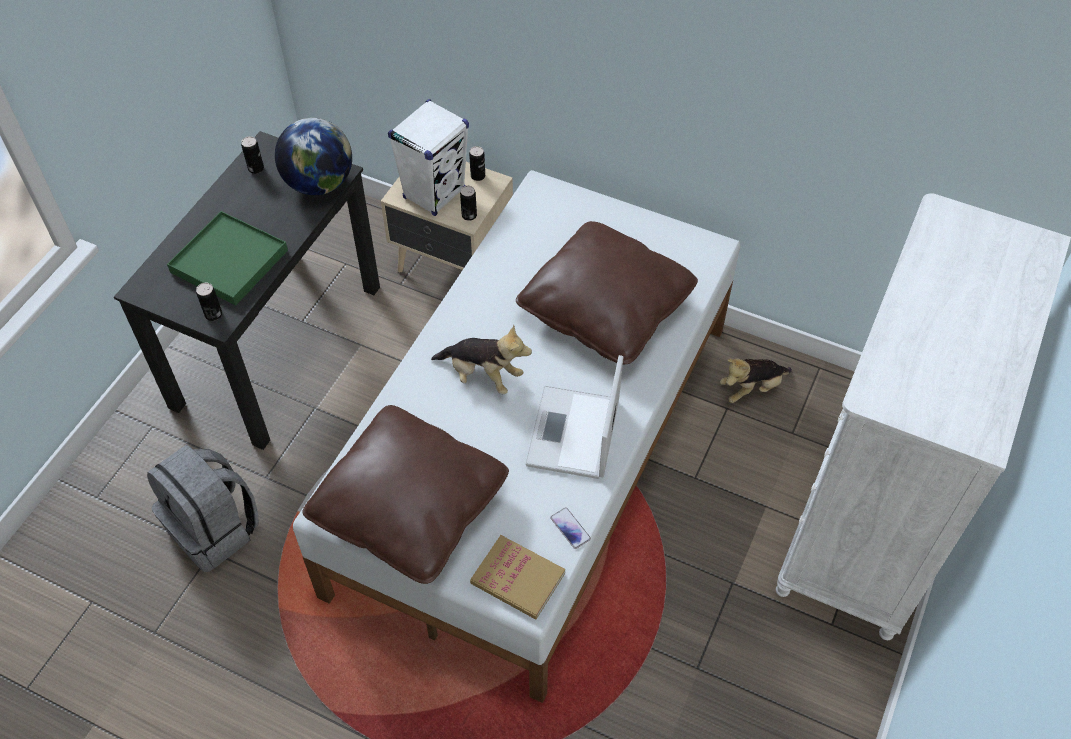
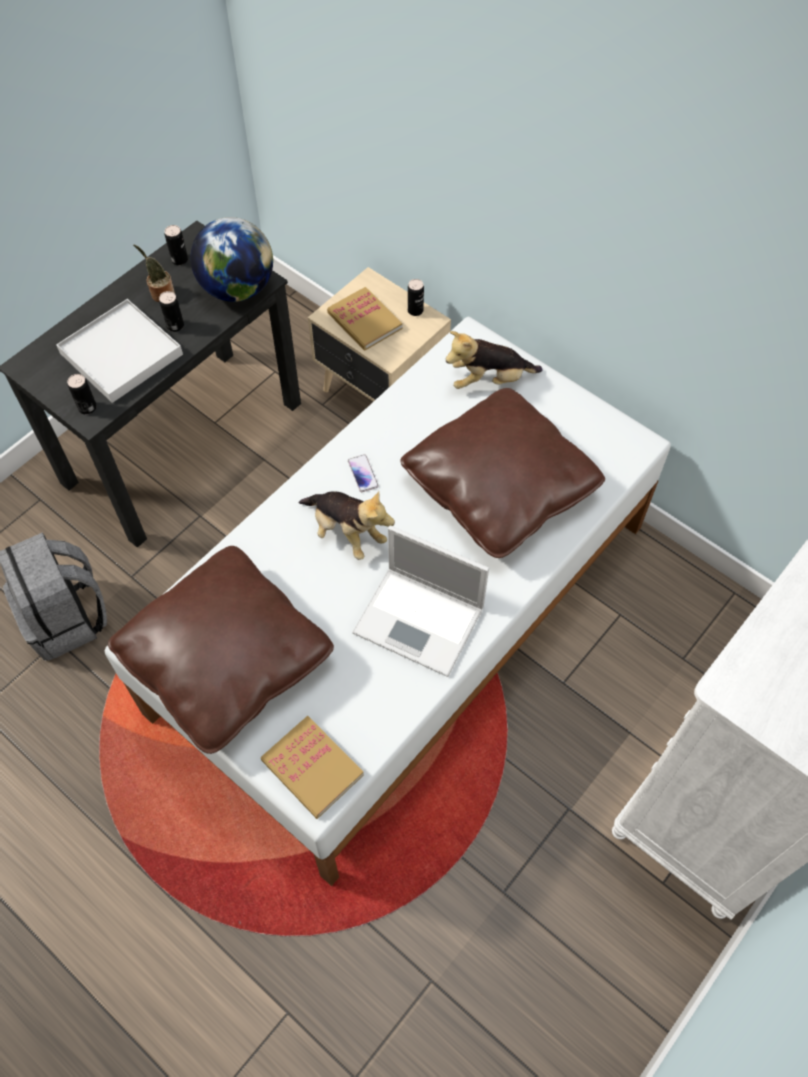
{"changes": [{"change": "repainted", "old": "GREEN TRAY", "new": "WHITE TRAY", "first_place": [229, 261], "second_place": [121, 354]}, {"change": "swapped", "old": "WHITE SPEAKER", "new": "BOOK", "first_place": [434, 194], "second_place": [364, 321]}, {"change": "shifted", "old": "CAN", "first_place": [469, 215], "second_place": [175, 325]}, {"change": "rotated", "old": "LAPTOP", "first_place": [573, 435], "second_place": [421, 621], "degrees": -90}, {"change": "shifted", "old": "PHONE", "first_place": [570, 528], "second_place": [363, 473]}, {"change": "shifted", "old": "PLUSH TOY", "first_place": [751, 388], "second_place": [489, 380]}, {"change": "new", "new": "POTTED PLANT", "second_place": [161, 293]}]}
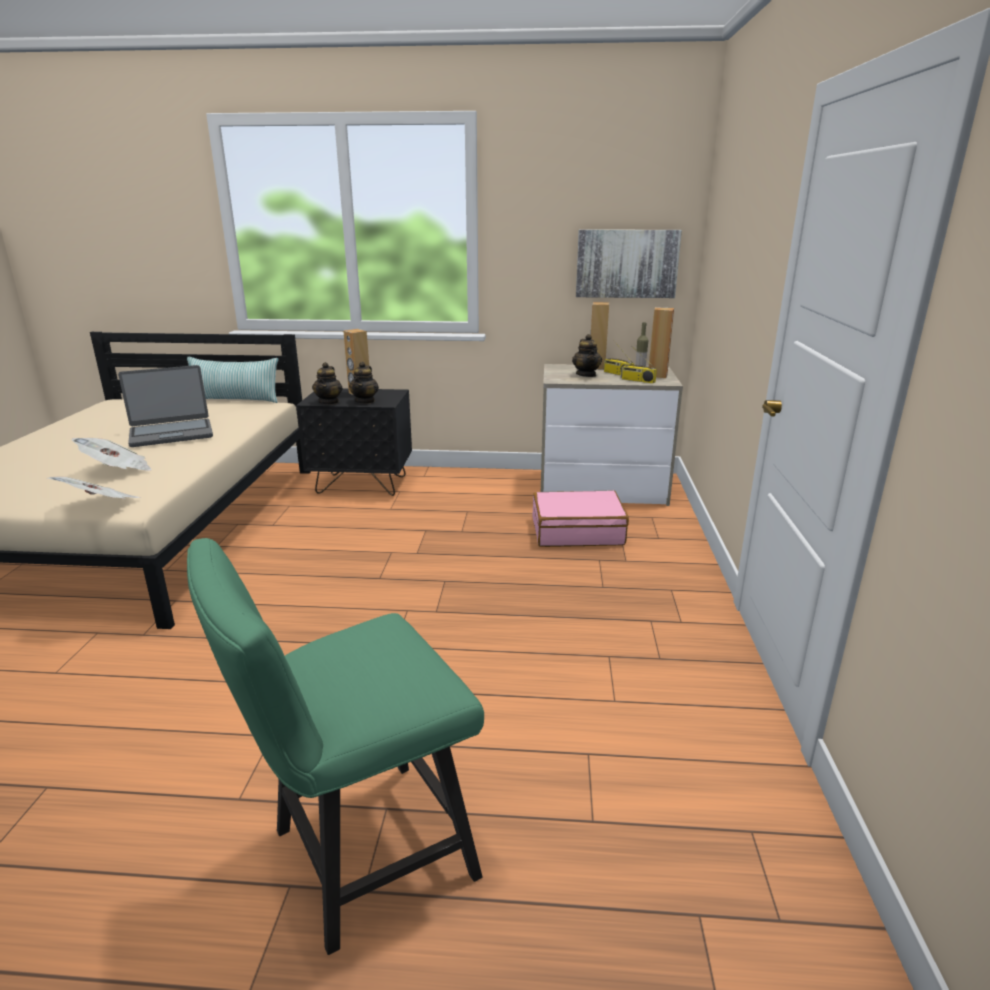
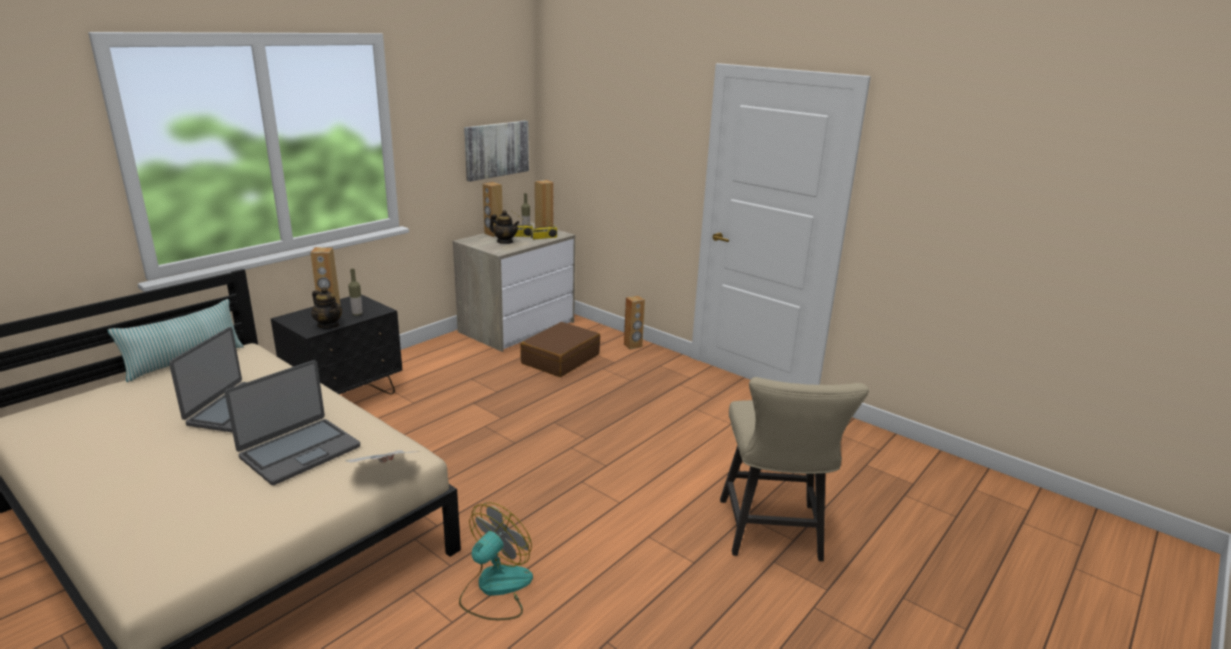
{"changes": [{"change": "swapped", "old": "NEWSPAPER", "new": "LAPTOP", "first_place": [118, 470], "second_place": [299, 451]}, {"change": "repainted", "old": "GREEN CHAIR", "new": "BEIGE CHAIR", "first_place": [359, 858], "second_place": [772, 535]}, {"change": "swapped", "old": "TEAPOT", "new": "BOTTLE", "first_place": [365, 401], "second_place": [357, 314]}, {"change": "repainted", "old": "PINK SUITCASE", "new": "BROWN SUITCASE", "first_place": [577, 531], "second_place": [560, 359]}, {"change": "new", "new": "FAN", "second_place": [495, 588]}, {"change": "new", "new": "BROWN SPEAKER", "second_place": [633, 346]}]}
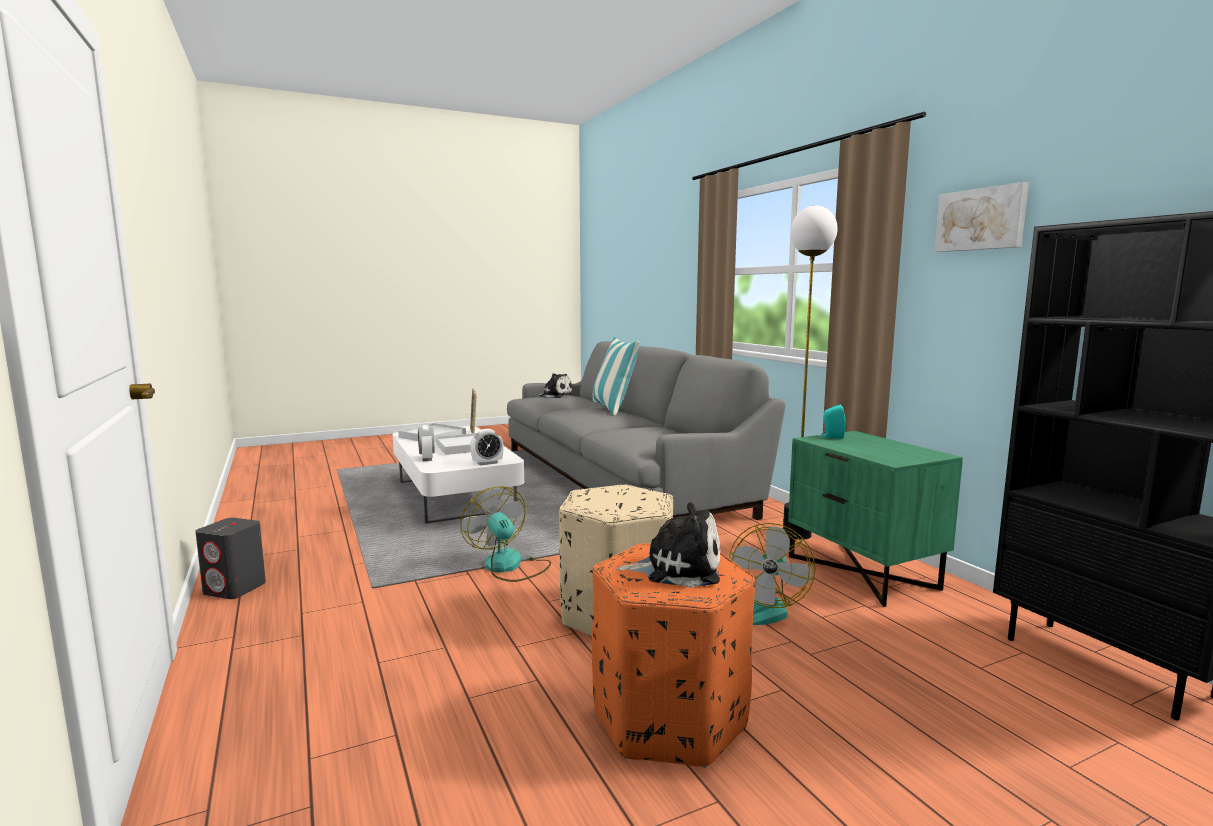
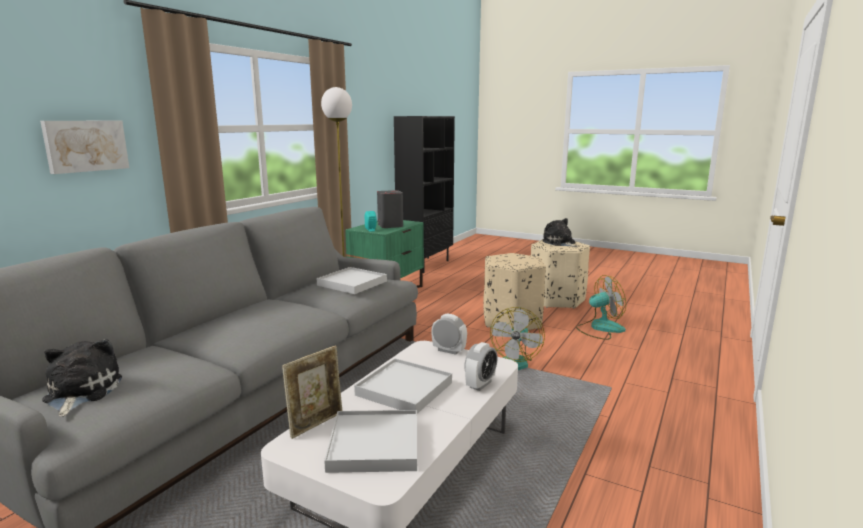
{"changes": [{"change": "shifted", "old": "GREY SPEAKER", "first_place": [235, 588], "second_place": [390, 225]}, {"change": "gone", "old": "PILLOW", "first_place": [613, 408]}, {"change": "repainted", "old": "ORANGE OTTOMAN", "new": "BEIGE OTTOMAN", "first_place": [669, 718], "second_place": [556, 300]}, {"change": "shifted", "old": "FAN", "first_place": [762, 608], "second_place": [600, 328]}, {"change": "shifted", "old": "PICTURE", "first_place": [981, 219], "second_place": [85, 145]}, {"change": "new", "new": "WHITE TRAY", "second_place": [352, 283]}]}
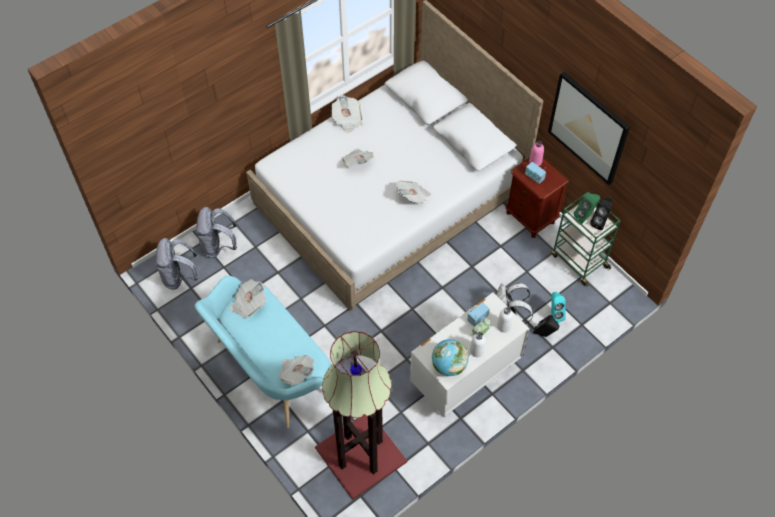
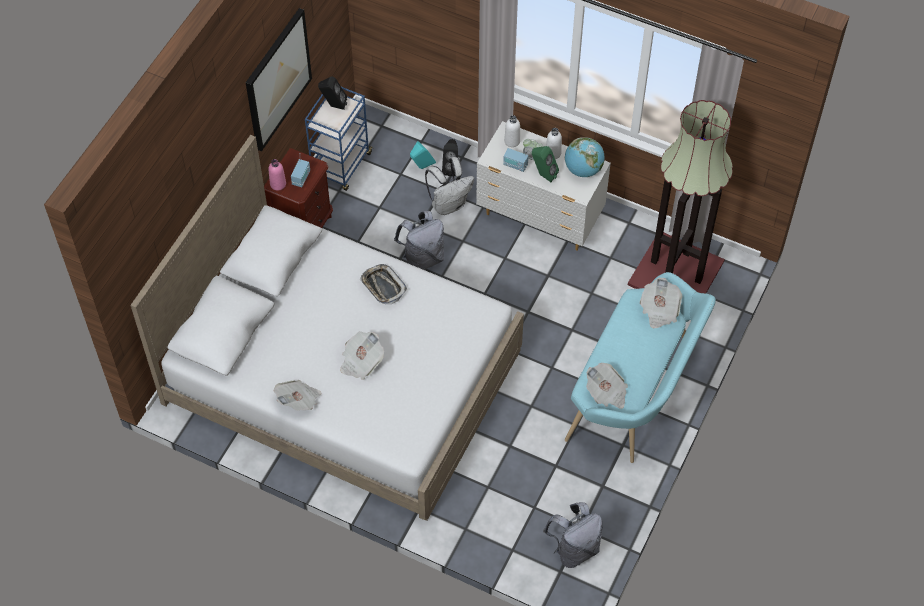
{"changes": [{"change": "shifted", "old": "GREY BACKPACK", "first_place": [218, 246], "second_place": [422, 258]}, {"change": "swapped", "old": "NEWSPAPER", "new": "TRAY", "first_place": [413, 197], "second_place": [383, 286]}, {"change": "repainted", "old": "GREEN CART", "new": "BLUE CART", "first_place": [578, 260], "second_place": [341, 166]}, {"change": "shifted", "old": "GREEN SPEAKER", "first_place": [585, 216], "second_place": [543, 175]}]}
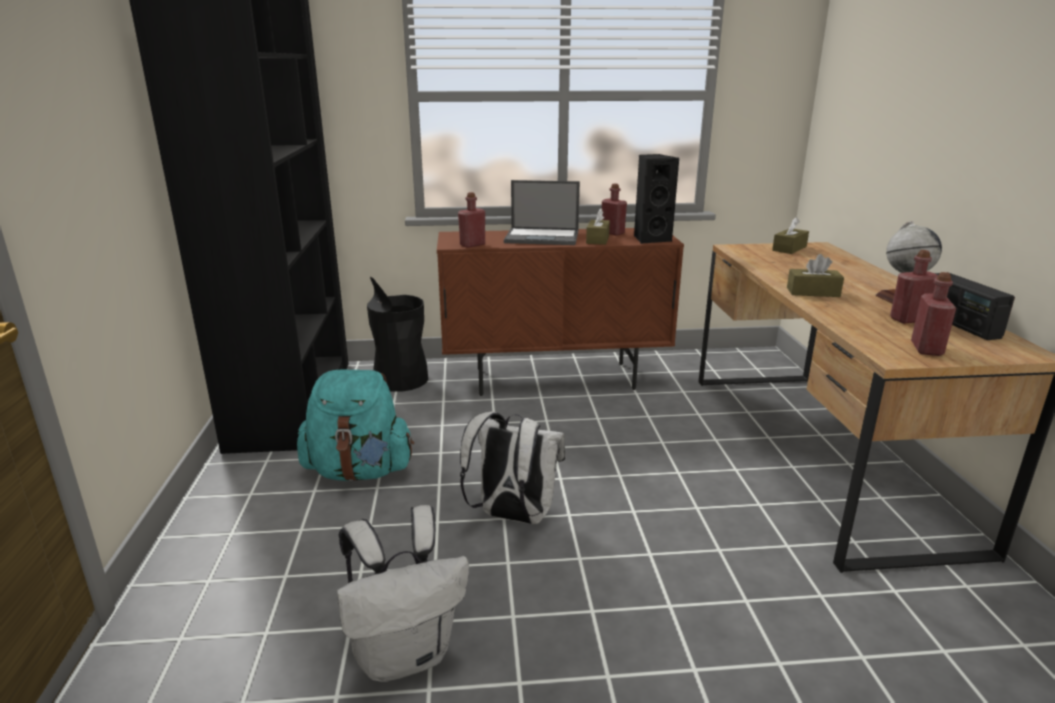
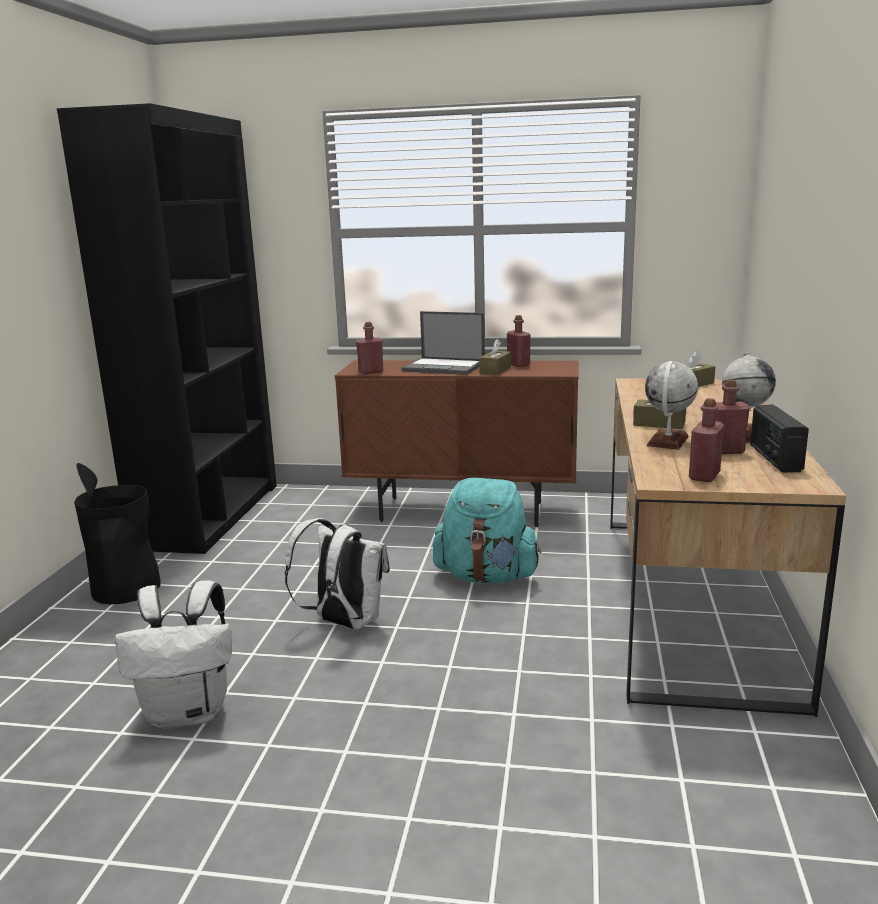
{"changes": [{"change": "shifted", "old": "TURQUOISE BACKPACK", "first_place": [359, 471], "second_place": [487, 576]}, {"change": "shifted", "old": "BLACK TRASH CAN", "first_place": [401, 380], "second_place": [126, 588]}, {"change": "gone", "old": "BLACK SPEAKER", "first_place": [650, 239]}, {"change": "new", "new": "GLOBE", "second_place": [668, 441]}]}
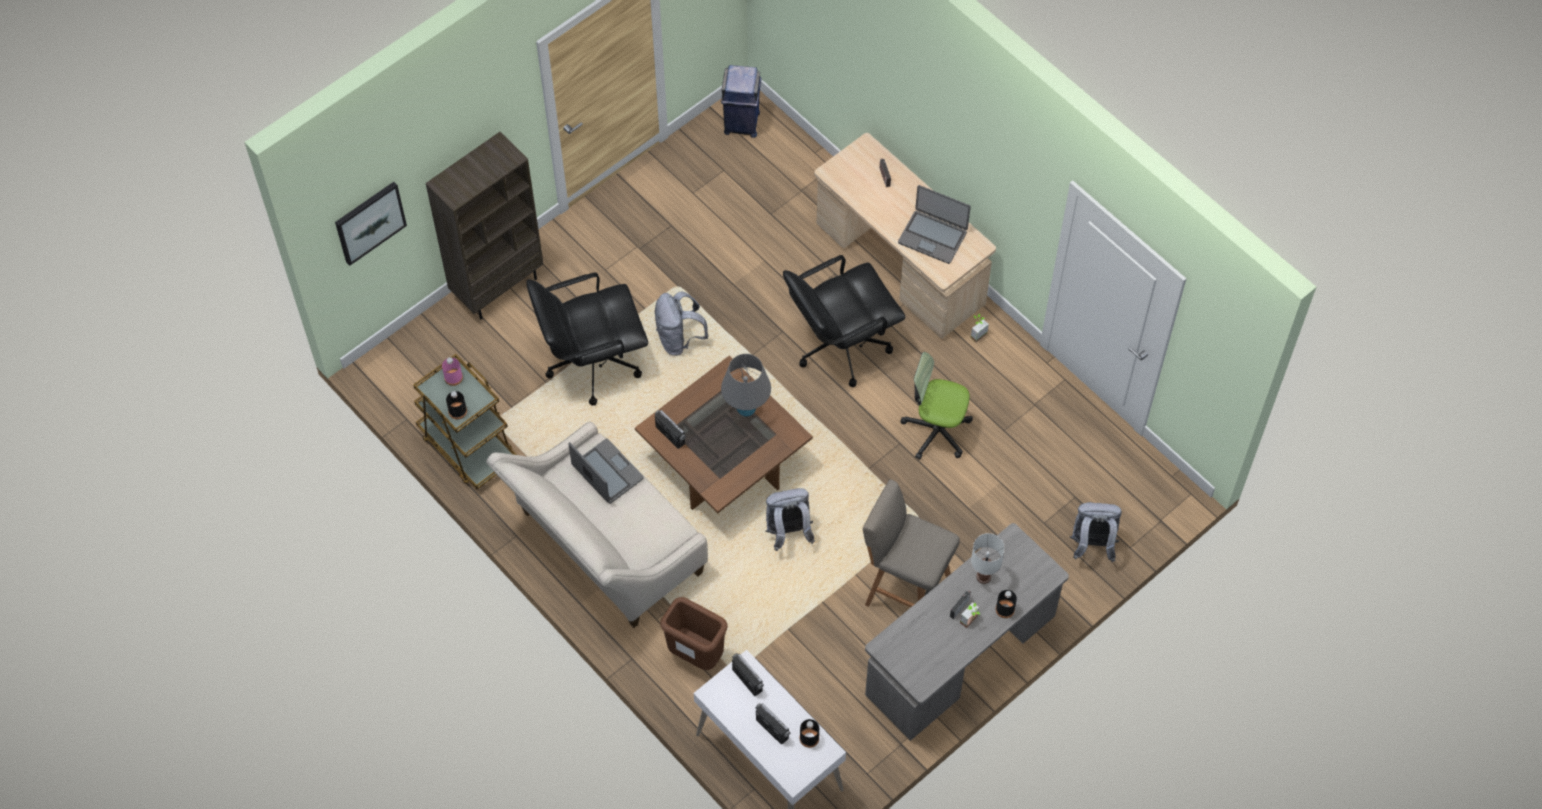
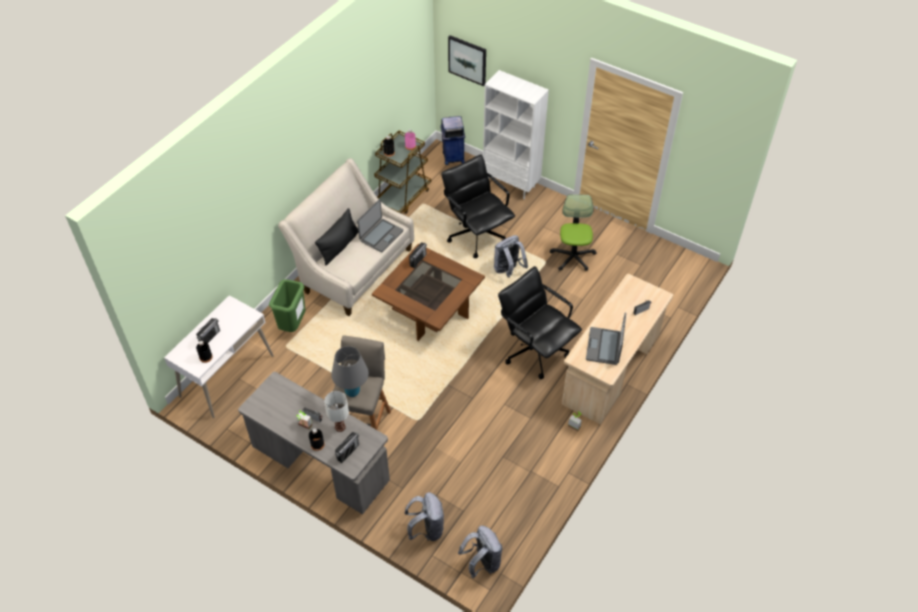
{"changes": [{"change": "repainted", "old": "BROWN BOOKCASE", "new": "WHITE BOOKCASE", "first_place": [498, 287], "second_place": [511, 184]}, {"change": "repainted", "old": "BROWN TRASH CAN", "new": "GREEN TRASH CAN", "first_place": [696, 655], "second_place": [293, 325]}, {"change": "shifted", "old": "BLUE TRASH CAN", "first_place": [741, 123], "second_place": [453, 157]}, {"change": "shifted", "old": "GREY TABLE LAMP", "first_place": [746, 409], "second_place": [352, 391]}, {"change": "shifted", "old": "RADIO", "first_place": [747, 680], "second_place": [348, 452]}, {"change": "shifted", "old": "GREY BACKPACK", "first_place": [788, 532], "second_place": [482, 563]}, {"change": "shifted", "old": "OFFICE CHAIR", "first_place": [936, 431], "second_place": [573, 257]}, {"change": "new", "new": "BLACK PILLOW", "second_place": [339, 246]}]}
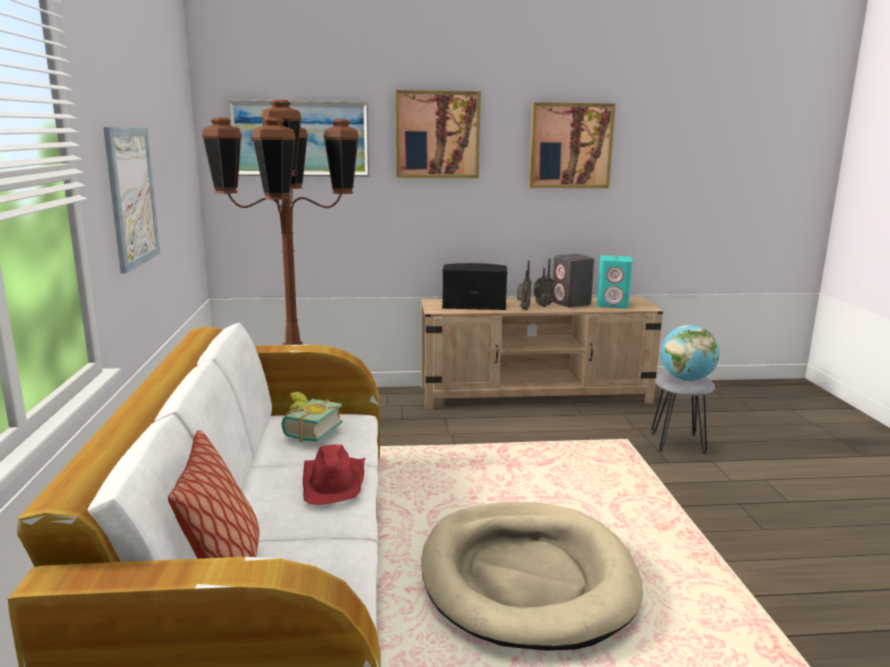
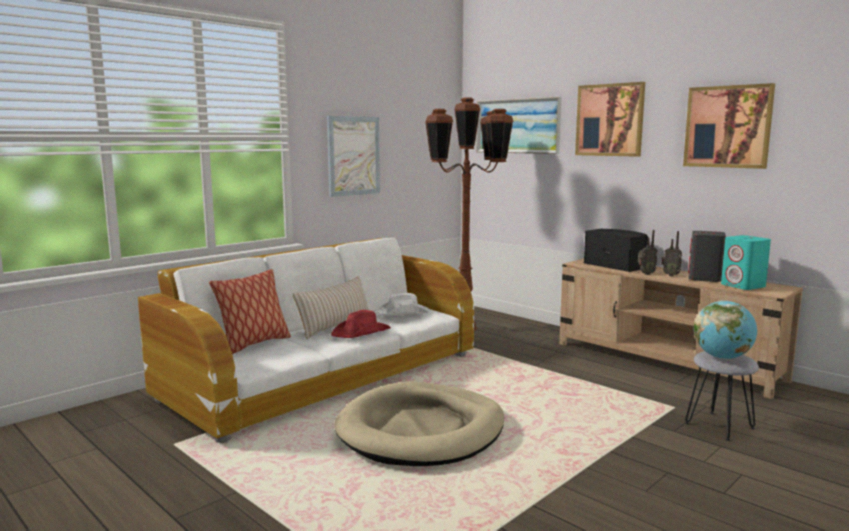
{"changes": [{"change": "swapped", "old": "BOOK", "new": "WHITE HAT", "first_place": [308, 431], "second_place": [403, 312]}, {"change": "new", "new": "BEIGE PILLOW", "second_place": [335, 326]}]}
